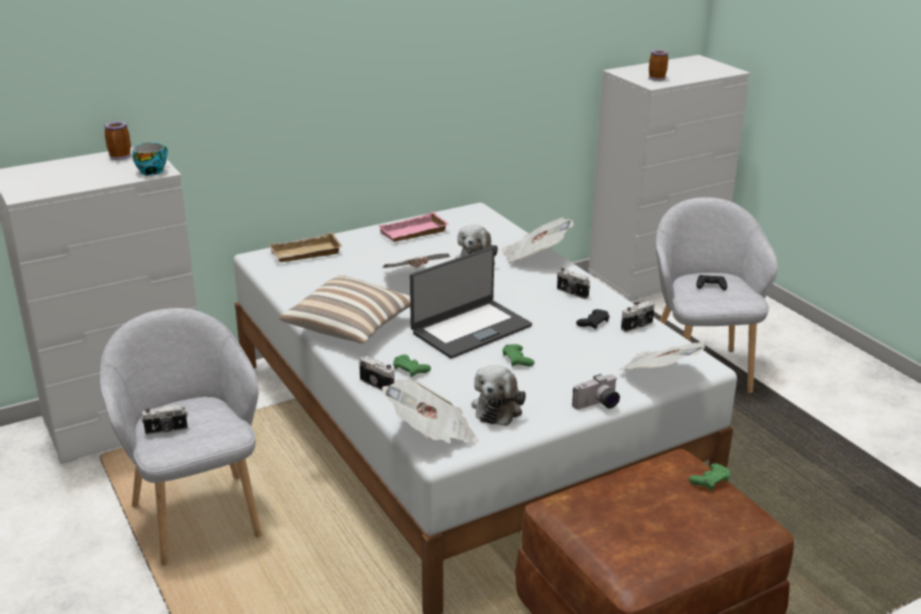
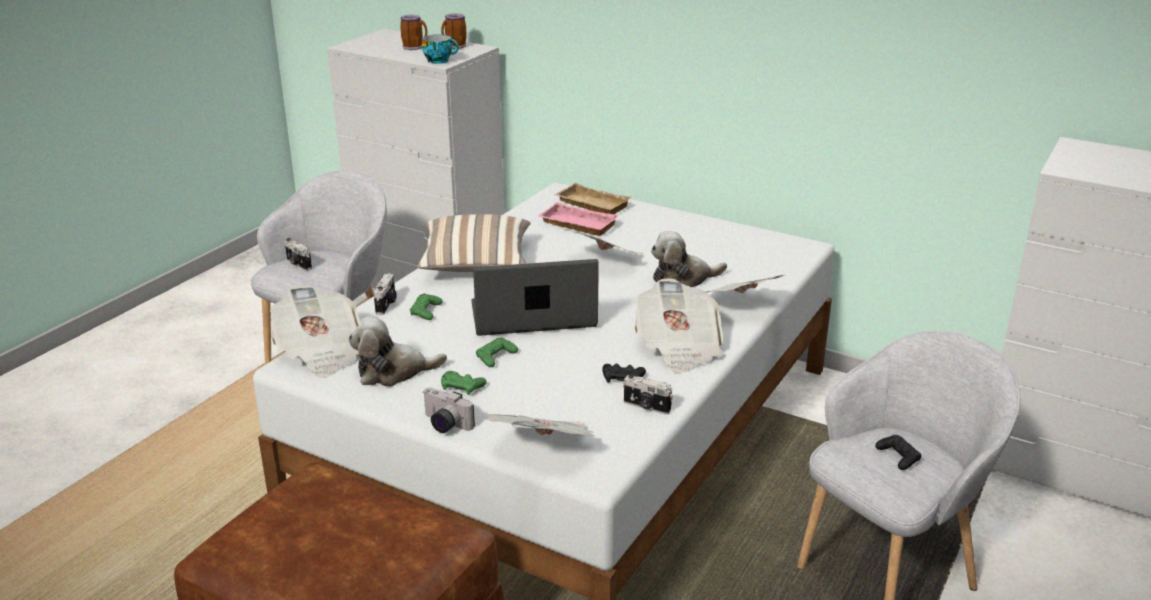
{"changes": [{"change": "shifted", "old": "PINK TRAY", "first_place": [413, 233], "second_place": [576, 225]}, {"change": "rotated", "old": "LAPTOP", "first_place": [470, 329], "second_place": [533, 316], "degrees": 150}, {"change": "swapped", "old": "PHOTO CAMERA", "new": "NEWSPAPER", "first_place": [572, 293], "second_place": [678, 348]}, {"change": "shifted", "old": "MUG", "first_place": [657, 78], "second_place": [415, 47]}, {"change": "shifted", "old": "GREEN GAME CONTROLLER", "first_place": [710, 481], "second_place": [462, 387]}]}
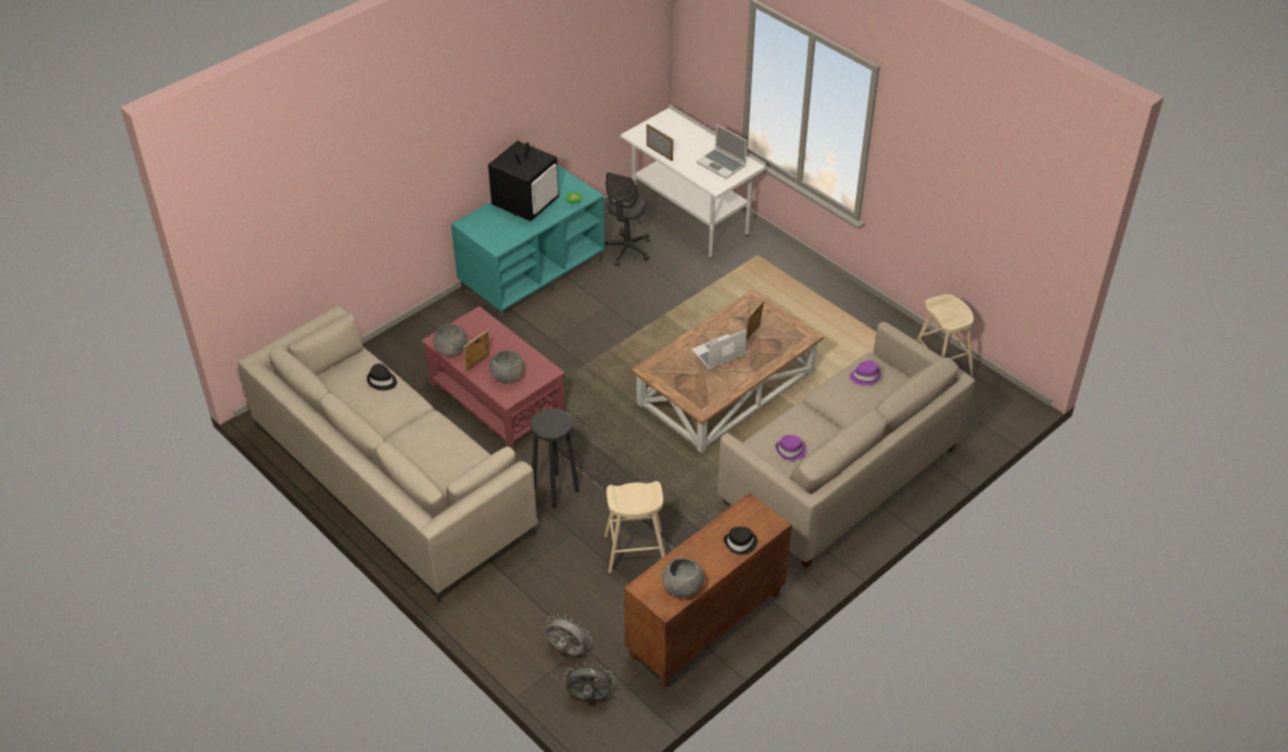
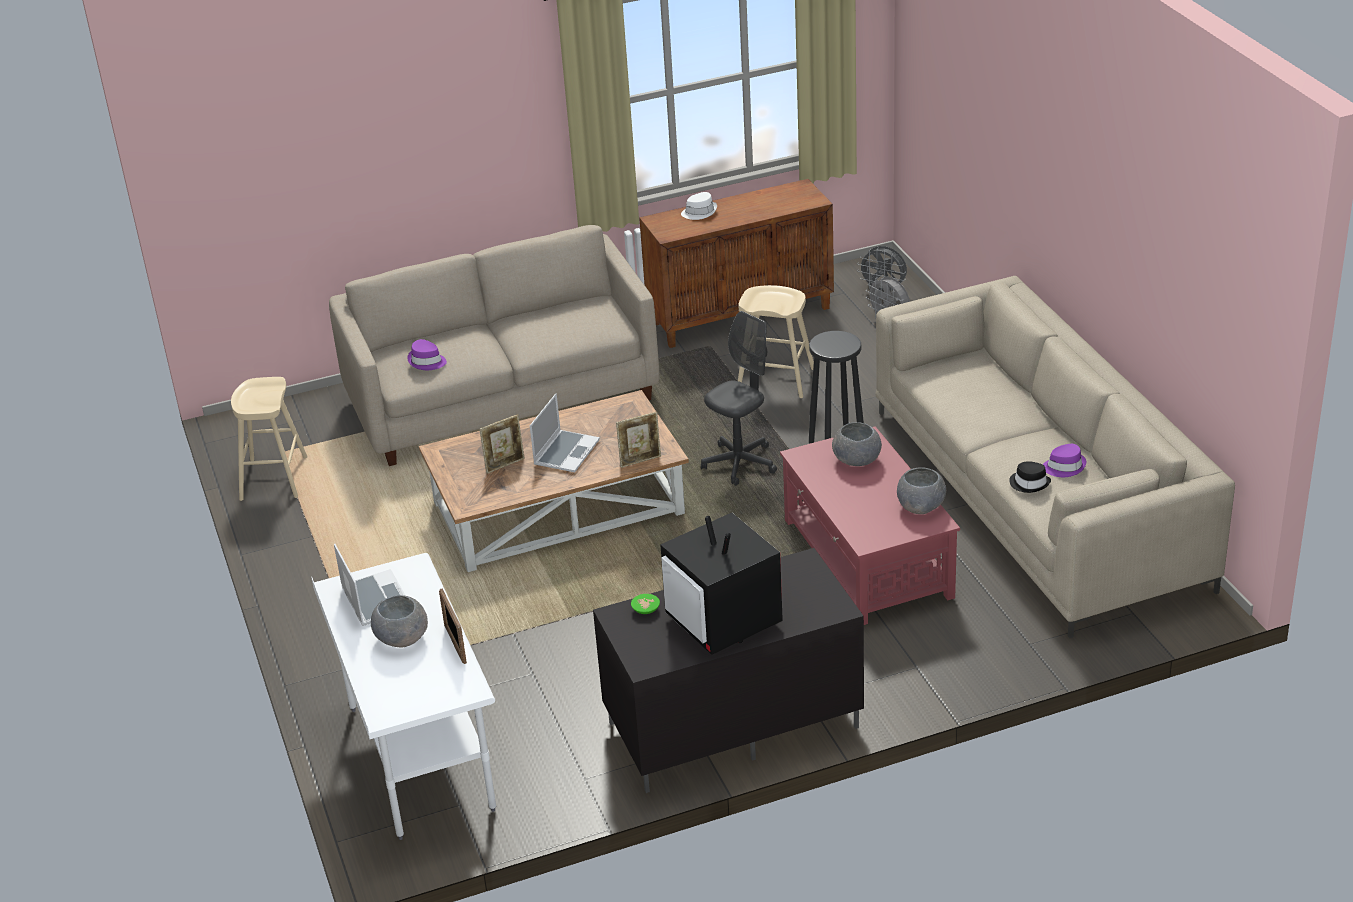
{"changes": [{"change": "repainted", "old": "TURQUOISE TV STAND", "new": "BLACK TV STAND", "first_place": [532, 274], "second_place": [732, 727]}, {"change": "shifted", "old": "PICTURE FRAME", "first_place": [477, 364], "second_place": [640, 460]}, {"change": "rotated", "old": "TELEVISION", "first_place": [526, 203], "second_place": [724, 623], "degrees": -90}, {"change": "shifted", "old": "GREY OFFICE CHAIR", "first_place": [626, 250], "second_place": [740, 463]}, {"change": "shifted", "old": "GREY BOWL", "first_place": [682, 587], "second_place": [402, 638]}, {"change": "rotated", "old": "LAPTOP", "first_place": [718, 354], "second_place": [566, 452], "degrees": -60}, {"change": "repainted", "old": "BLACK HAT", "new": "WHITE HAT", "first_place": [741, 543], "second_place": [699, 212]}, {"change": "shifted", "old": "PURPLE HAT", "first_place": [791, 451], "second_place": [1064, 467]}]}
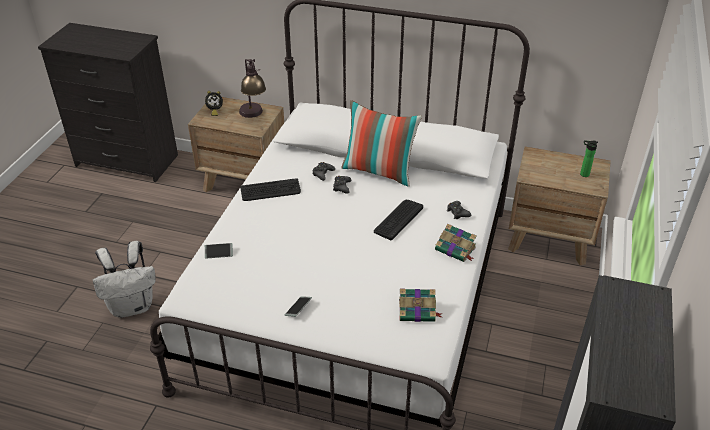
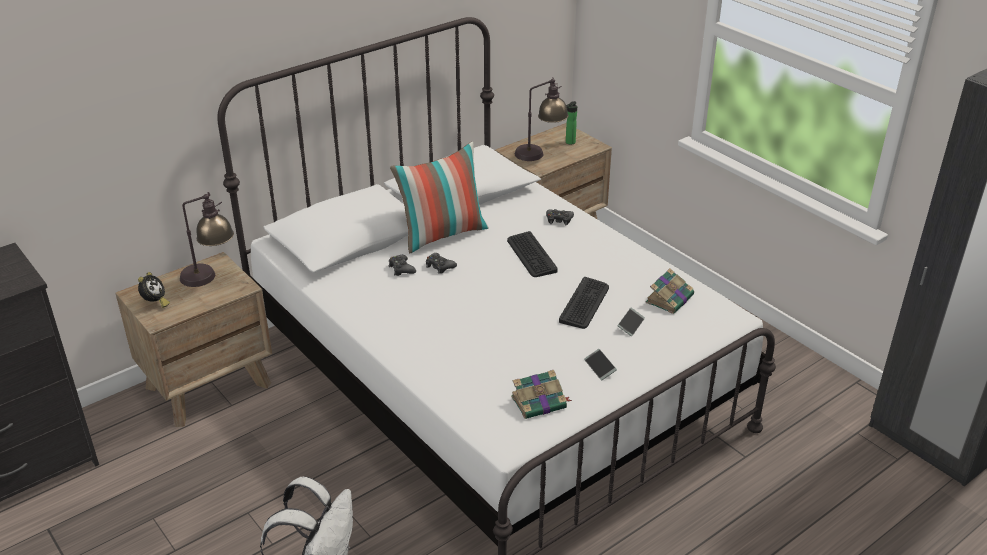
{"changes": [{"change": "shifted", "old": "PHONE", "first_place": [219, 253], "second_place": [630, 325]}, {"change": "shifted", "old": "KEYBOARD", "first_place": [270, 191], "second_place": [584, 304]}, {"change": "shifted", "old": "BOOK", "first_place": [456, 249], "second_place": [540, 402]}, {"change": "new", "new": "TABLE LAMP", "second_place": [540, 154]}]}
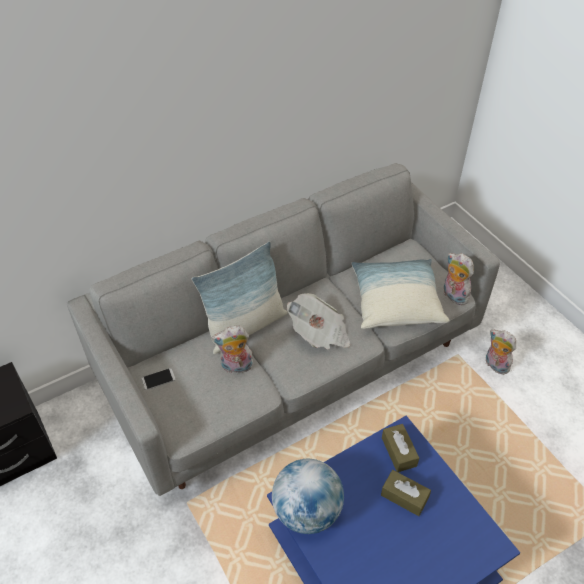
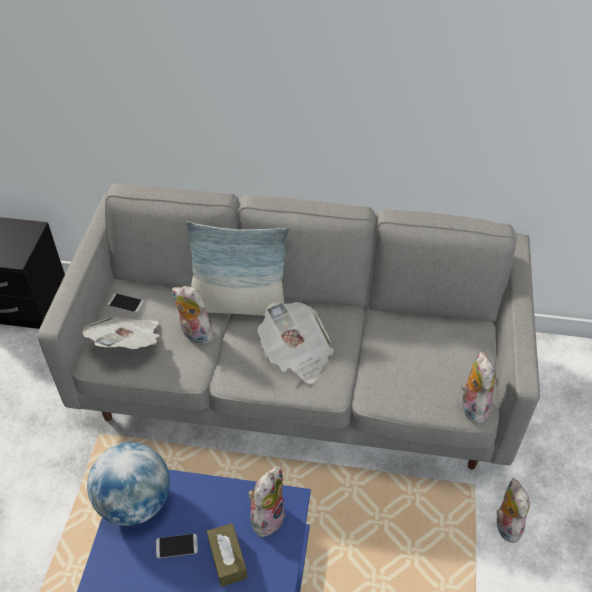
{"changes": [{"change": "gone", "old": "PILLOW", "first_place": [395, 302]}, {"change": "swapped", "old": "BROWN TISSUE BOX", "new": "PLUSH TOY", "first_place": [399, 452], "second_place": [266, 516]}, {"change": "new", "new": "NEWSPAPER", "second_place": [128, 344]}, {"change": "new", "new": "PHONE", "second_place": [176, 546]}]}
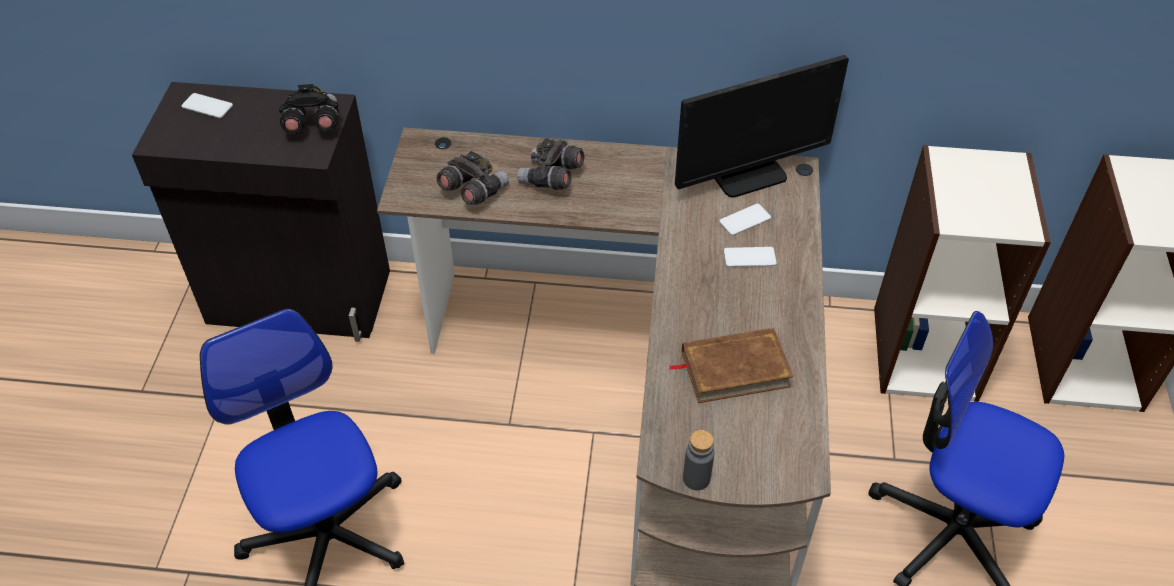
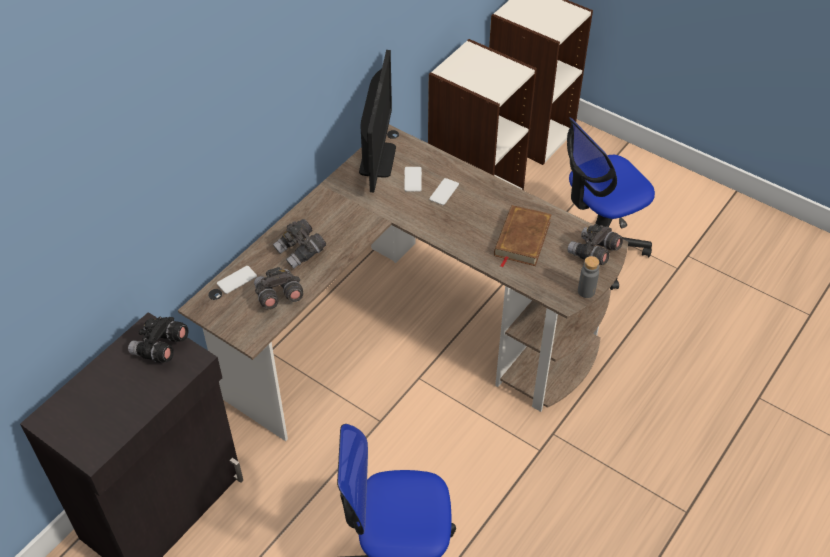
{"changes": [{"change": "shifted", "old": "PHONE", "first_place": [207, 106], "second_place": [237, 280]}, {"change": "new", "new": "GREY BINOCULARS", "second_place": [593, 253]}]}
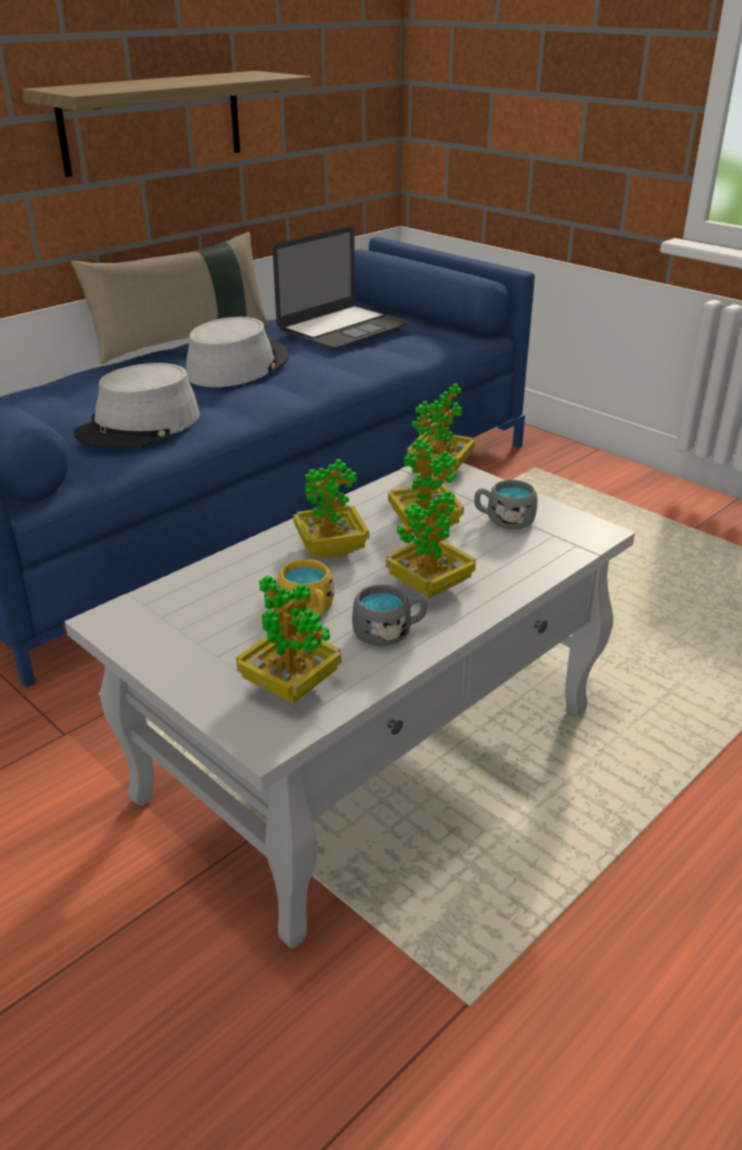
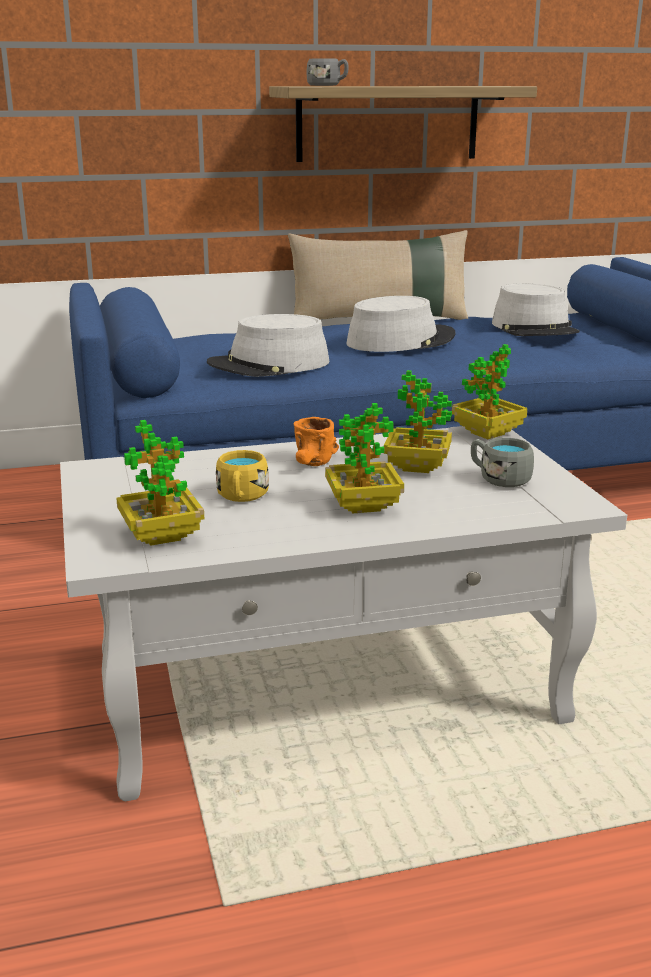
{"changes": [{"change": "swapped", "old": "LAPTOP", "new": "GREY HAT", "first_place": [343, 327], "second_place": [535, 328]}, {"change": "swapped", "old": "POTTED PLANT", "new": "ORANGE MUG", "first_place": [331, 550], "second_place": [313, 465]}, {"change": "shifted", "old": "GREY MUG", "first_place": [389, 632], "second_place": [327, 85]}]}
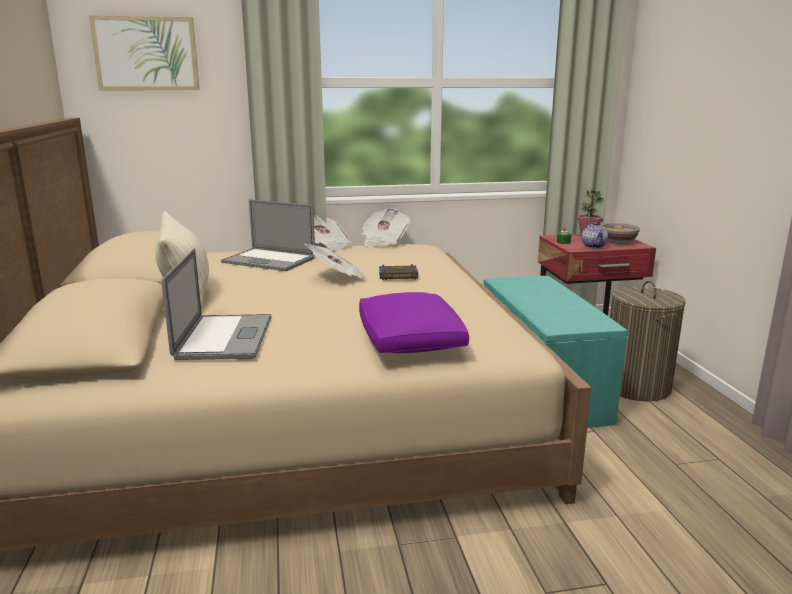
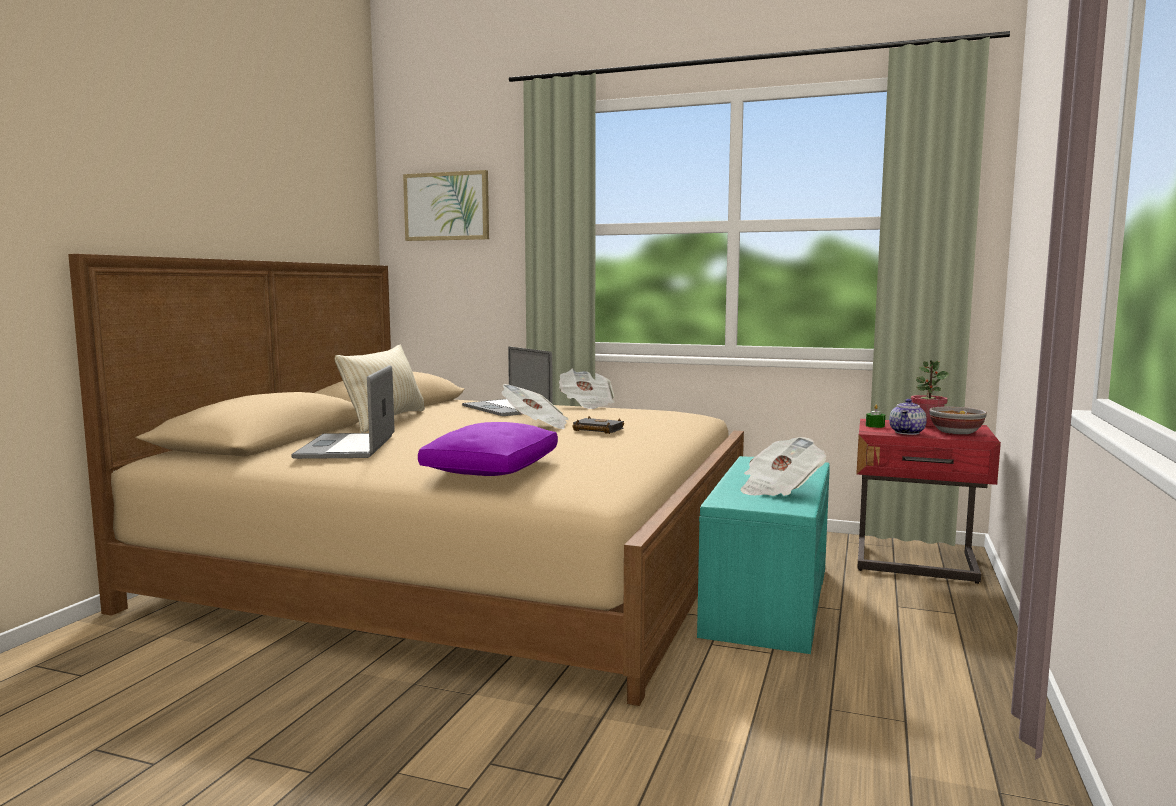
{"changes": [{"change": "rotated", "old": "LAPTOP", "first_place": [224, 337], "second_place": [347, 447], "degrees": 150}, {"change": "shifted", "old": "NEWSPAPER", "first_place": [383, 241], "second_place": [779, 489]}, {"change": "gone", "old": "LAUNDRY BASKET", "first_place": [636, 386]}]}
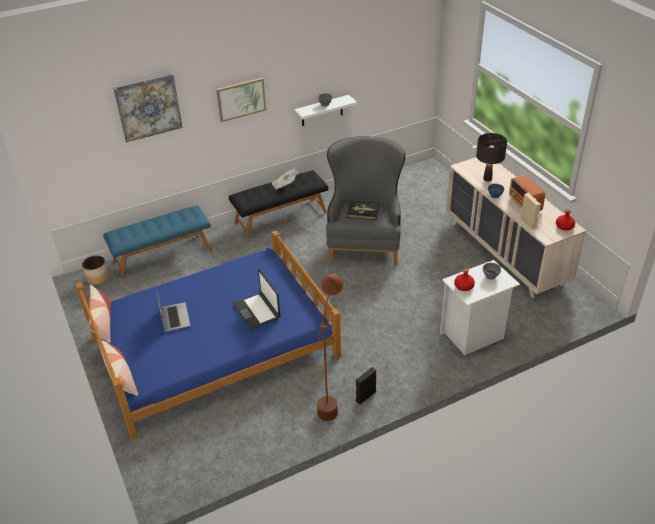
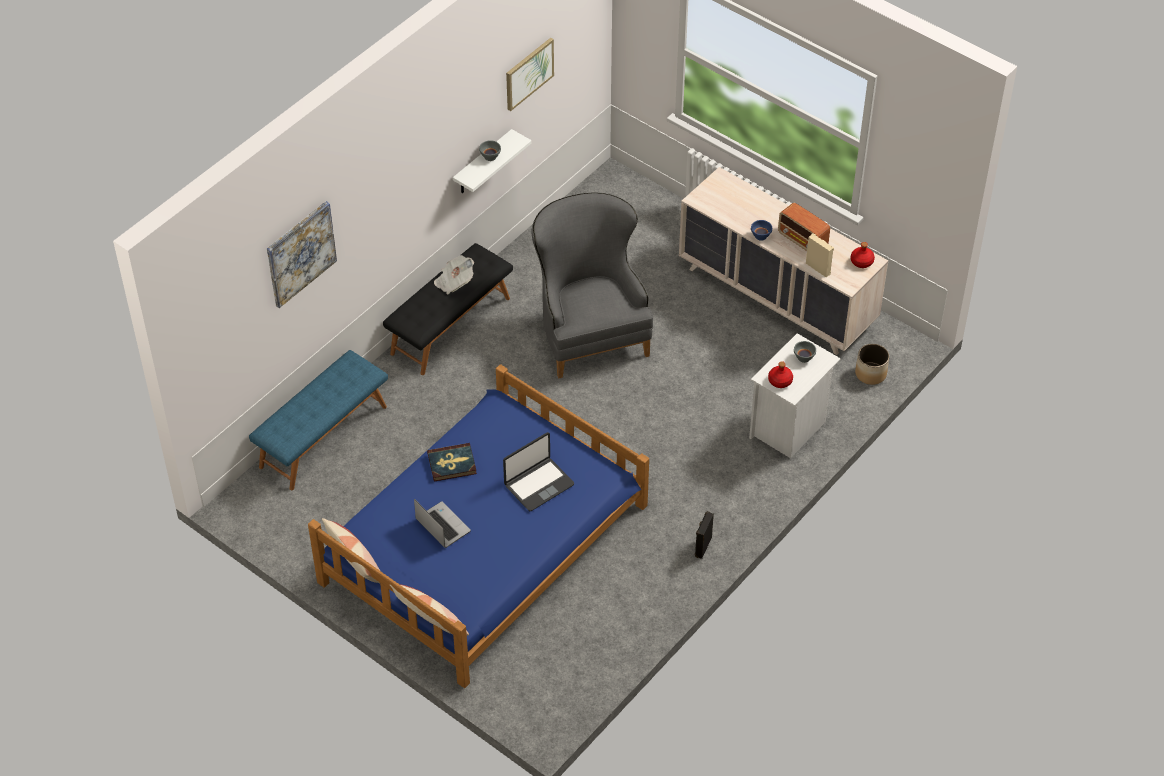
{"changes": [{"change": "shifted", "old": "PLANTER", "first_place": [98, 278], "second_place": [871, 373]}, {"change": "shifted", "old": "PICTURE", "first_place": [241, 99], "second_place": [529, 73]}, {"change": "rotated", "old": "LAPTOP", "first_place": [257, 311], "second_place": [538, 484], "degrees": -75}, {"change": "gone", "old": "BROWN FLOOR LAMP", "first_place": [331, 399]}, {"change": "shifted", "old": "BOOK", "first_place": [363, 211], "second_place": [452, 464]}, {"change": "gone", "old": "BLACK TABLE LAMP", "first_place": [487, 179]}]}
